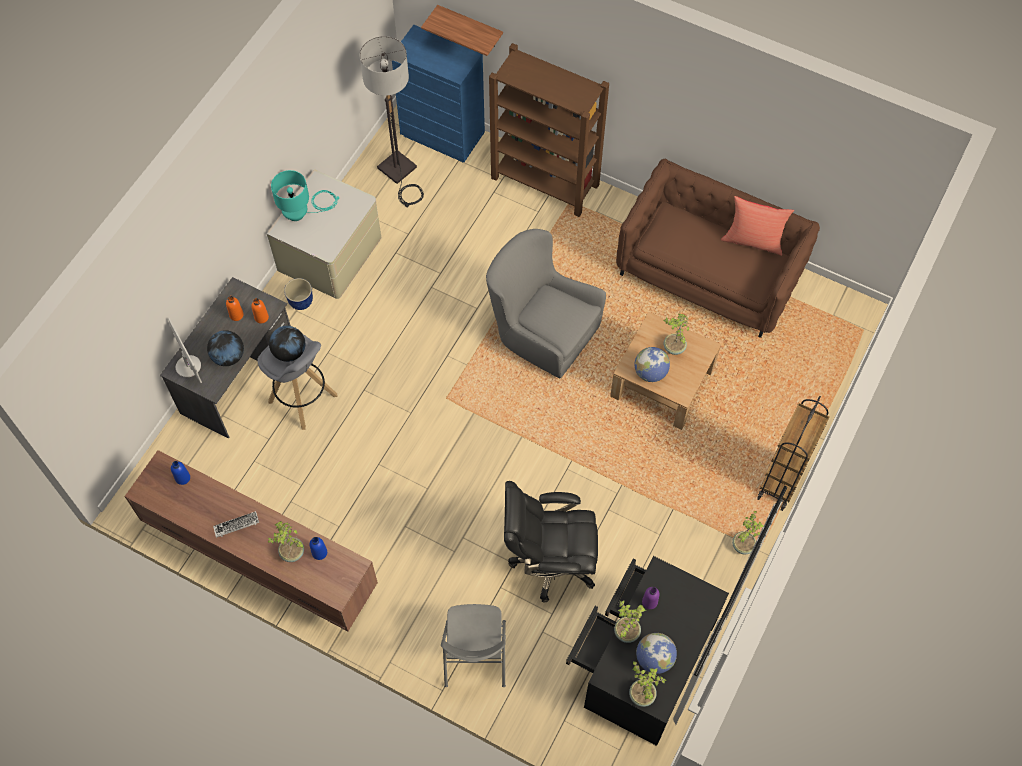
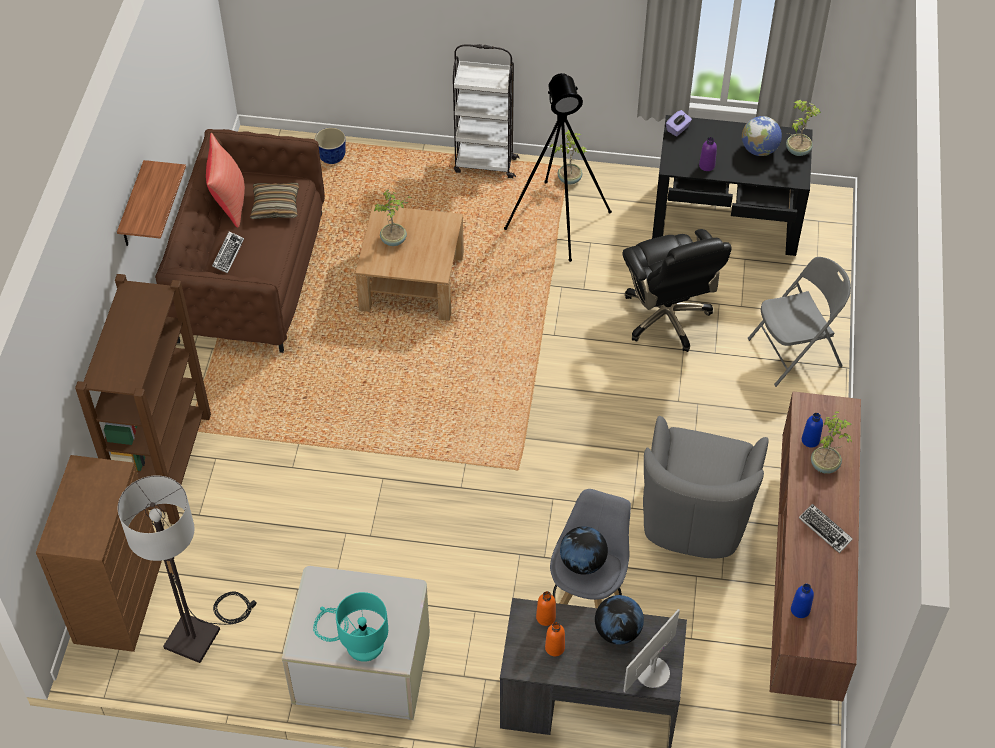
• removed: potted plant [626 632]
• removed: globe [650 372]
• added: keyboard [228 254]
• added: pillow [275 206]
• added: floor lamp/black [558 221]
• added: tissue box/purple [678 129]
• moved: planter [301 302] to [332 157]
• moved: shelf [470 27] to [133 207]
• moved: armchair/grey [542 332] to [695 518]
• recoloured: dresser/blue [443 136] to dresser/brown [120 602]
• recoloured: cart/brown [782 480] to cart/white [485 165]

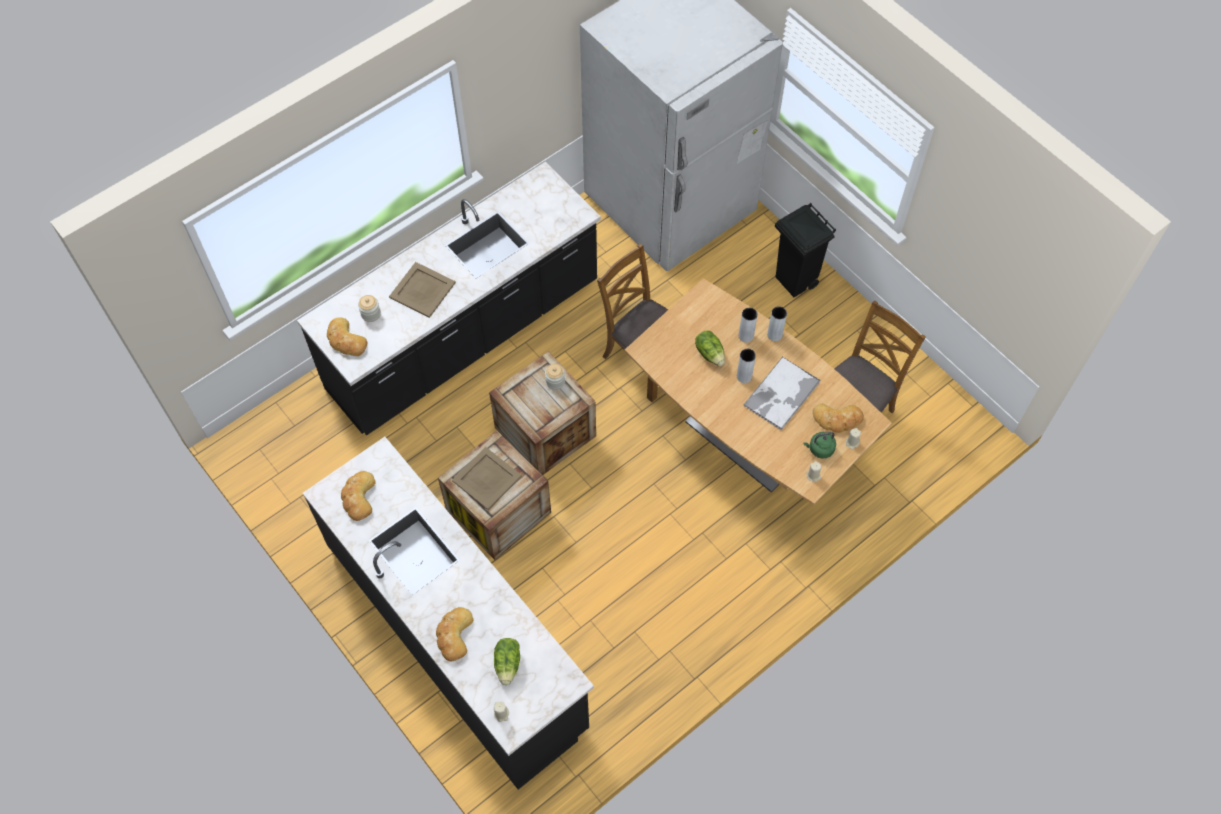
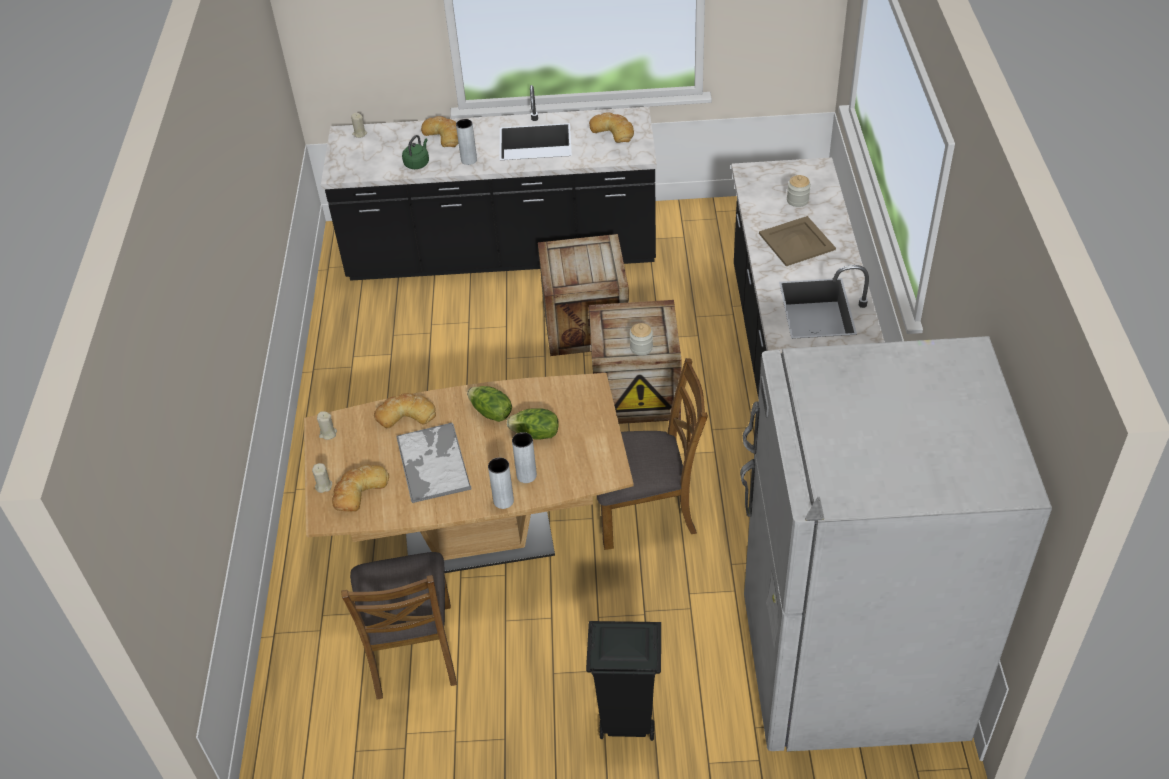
• removed: tray/beige [486 478]
• moved: bread [346 340] to [405 414]
• moved: lettuce [508 663] to [491 413]
• moved: vase/grey [744 376] to [469 160]
• moved: kettle/green [819 449] to [417 163]

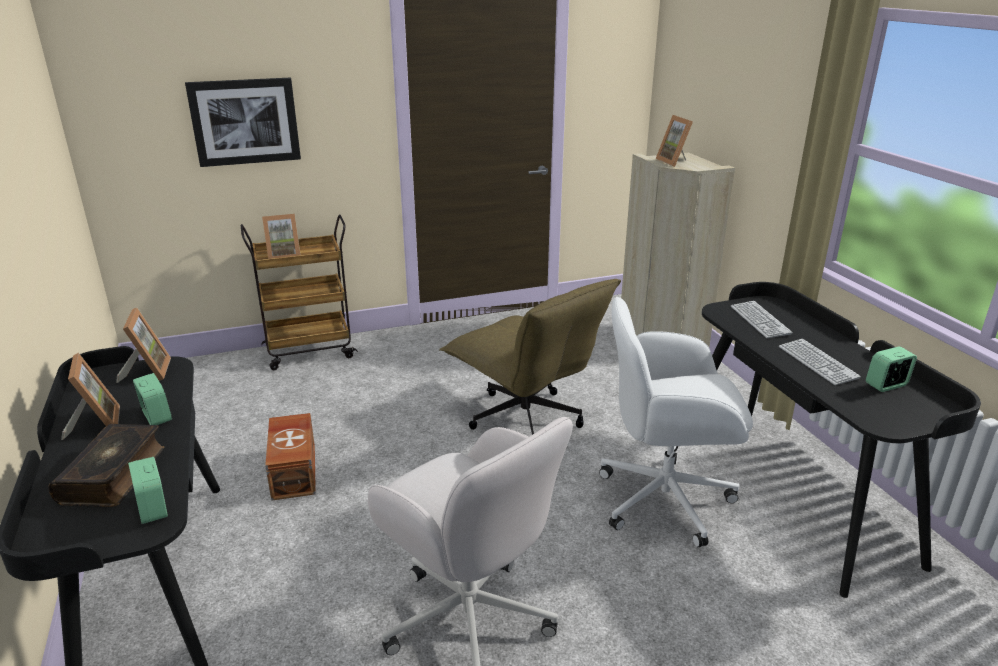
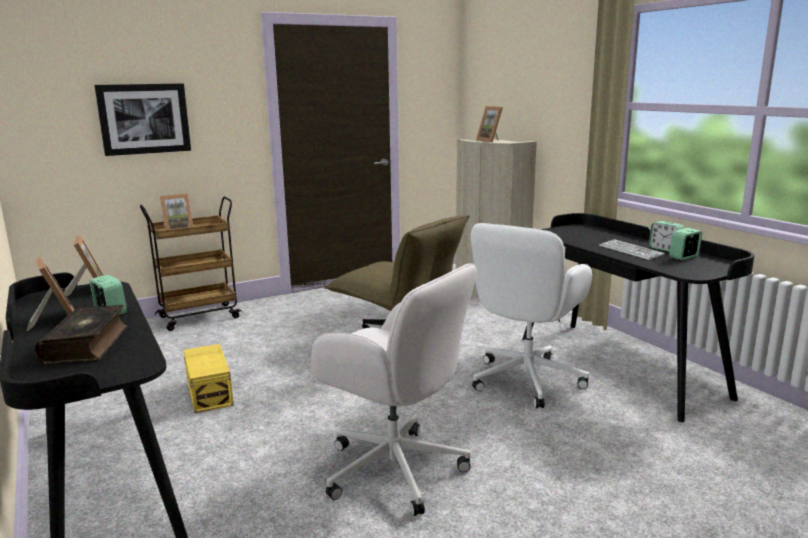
• removed: keyboard [759 320]
• moved: alarm clock [153 508] to [665 249]
• recoloured: storage box/brown [295 470] to storage box/yellow [210 392]
• turned: office chair/white [664 500] = [526 380] 45 degrees counterclockwise

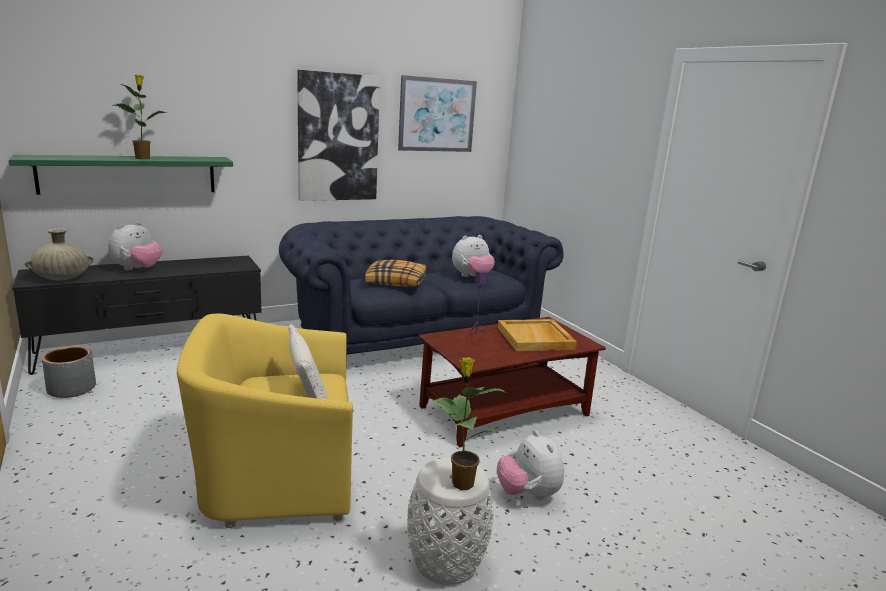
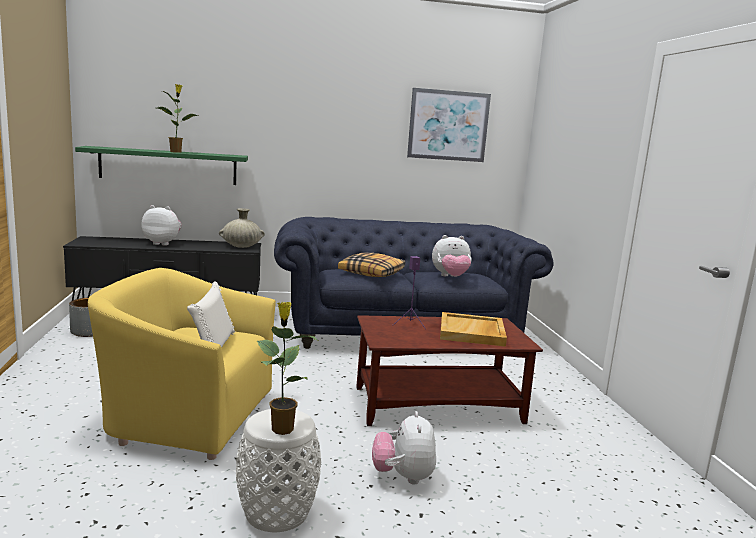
• removed: picture [338 138]
• moved: vase/beige [62 278] to [241 246]
• turned: plush toy [137 269] = [163 243] 135 degrees counterclockwise

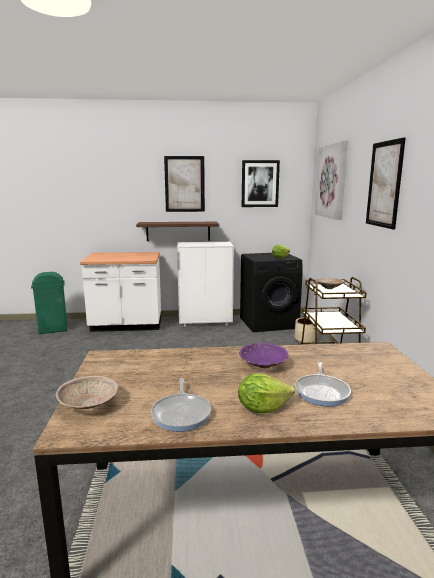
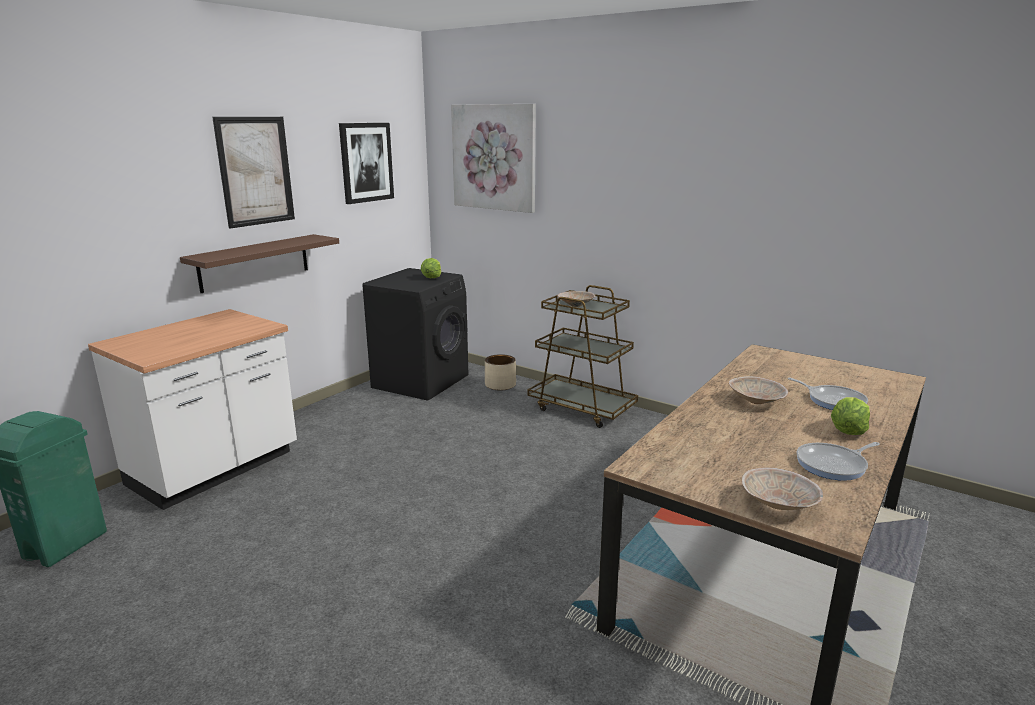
• removed: cabinet/white [206 322]
• removed: picture [384 184]
• recoloured: bowl/purple [263 366] to bowl/beige [757 402]
• turned: frying pan [182 413] = [834 465] 120 degrees clockwise

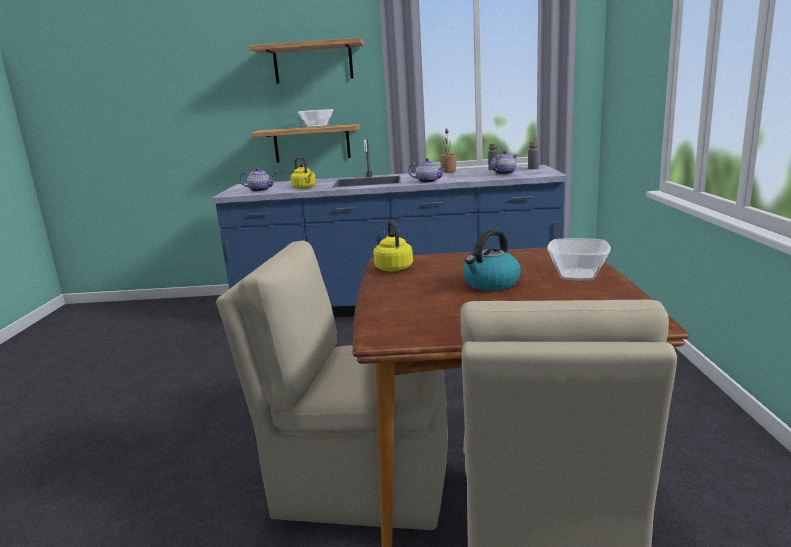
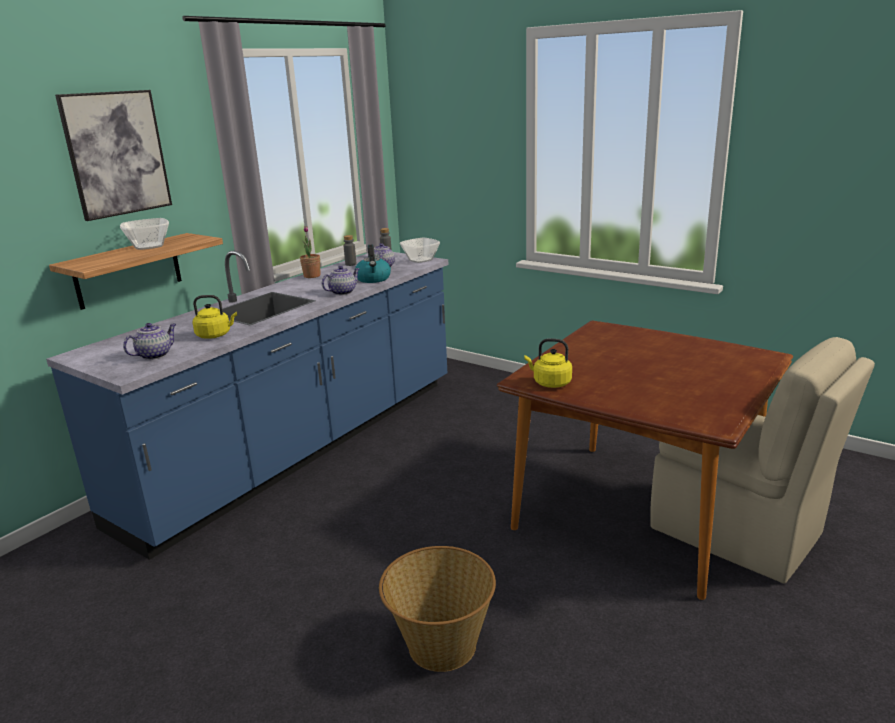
• removed: chair/beige [359 482]
• added: basket [440 645]
• moved: kettle [491 284] to [373 279]
• moved: bowl [576 275] to [420 260]
• replaced: shelf [313 63] to picture [116 154]

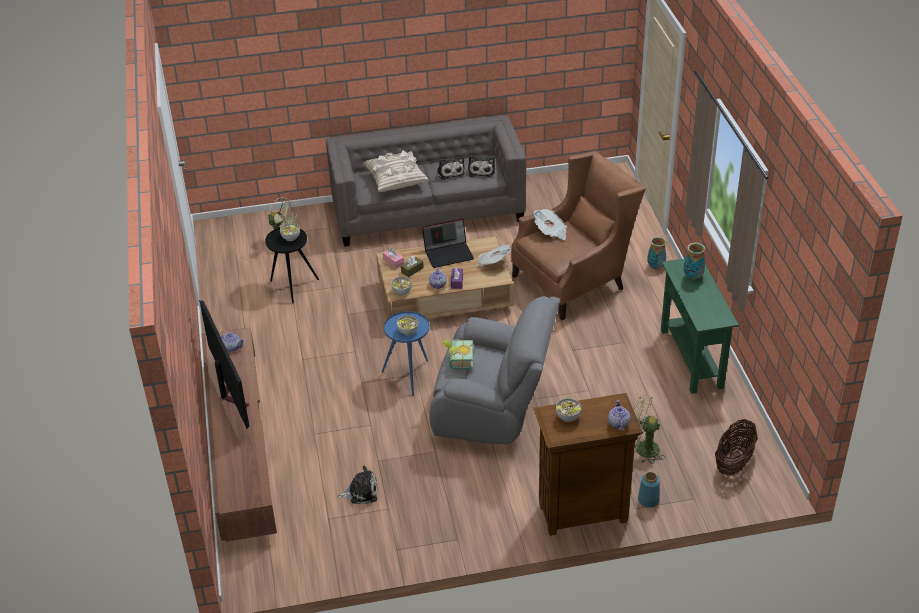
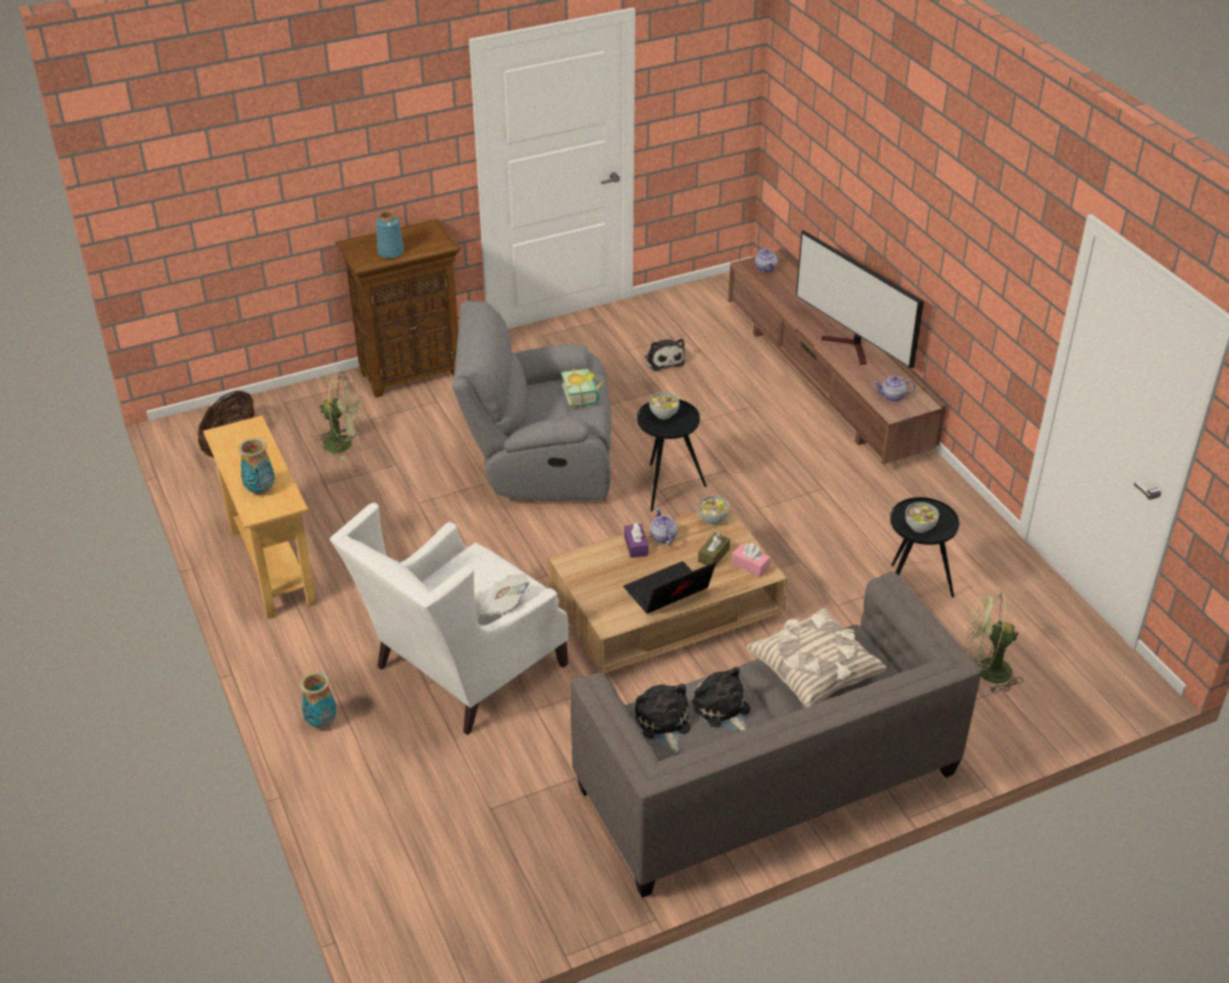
• removed: newspaper [493 262]
• removed: bowl [568 417]
• moved: teapot [618 423] to [766 268]
• moved: vase/blue [649 500] to [390 252]
• recoloured: side table/blue [410 375] to side table/black [666 488]
• recoloured: armchair/brown [574 280] to armchair/white [461 672]
• recoloured: console table/green [691 358] to console table/beige [272 566]
• turned: plush toy [361 492] = [663 360] 90 degrees counterclockwise

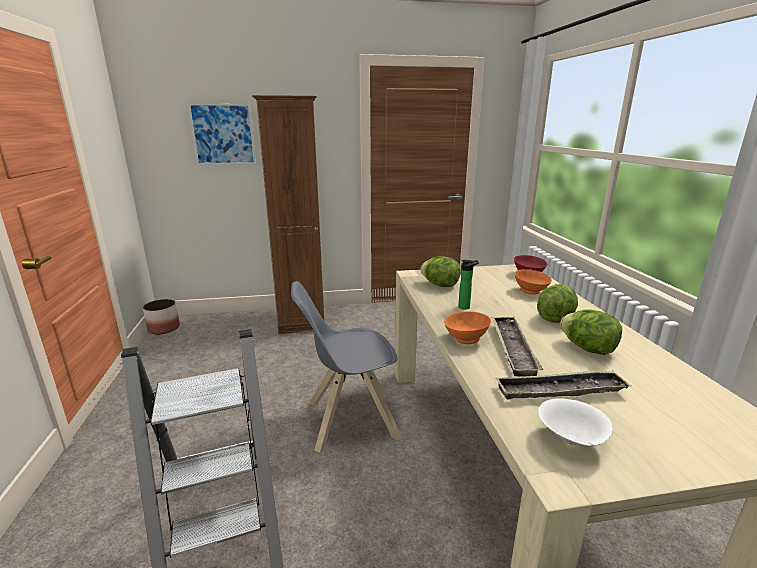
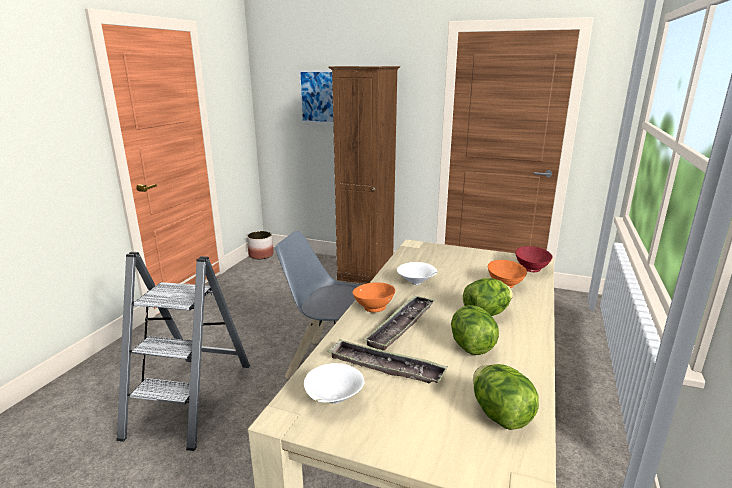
• moved: lettuce [440 285] to [500 415]
• replaced: bottle [466 307] to bowl/white [417 283]

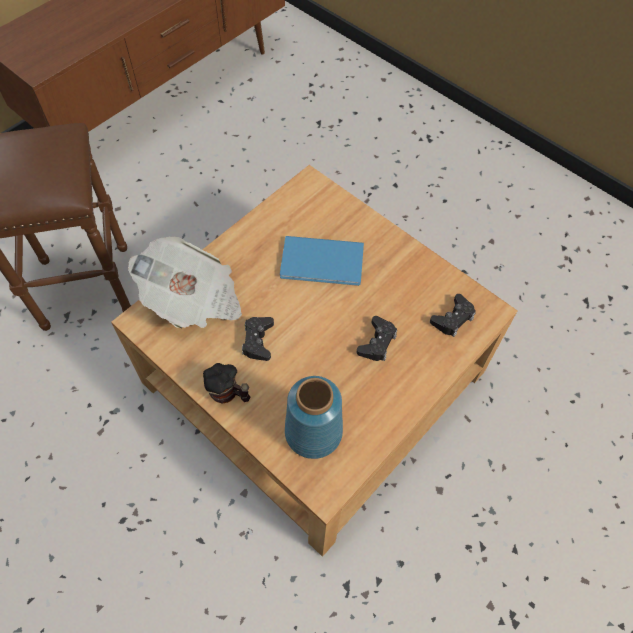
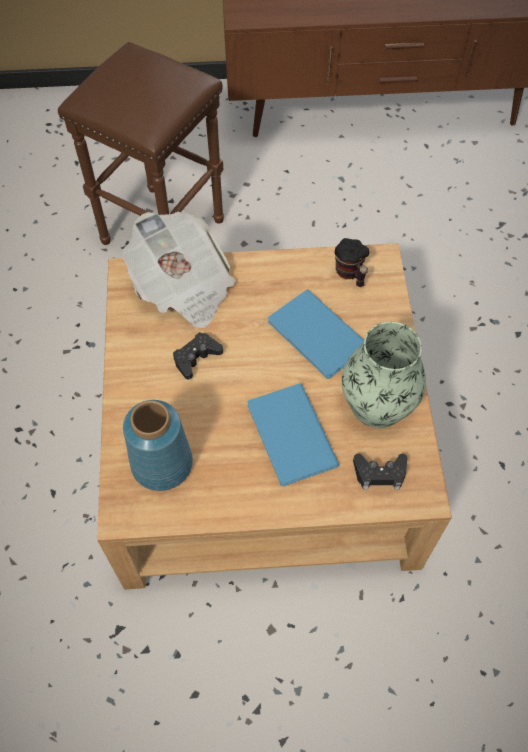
• added: vase [377 403]
• moved: mug [228 394] to [350 274]
• replaced: game controller/black [377 342] to book/blue [290 438]

